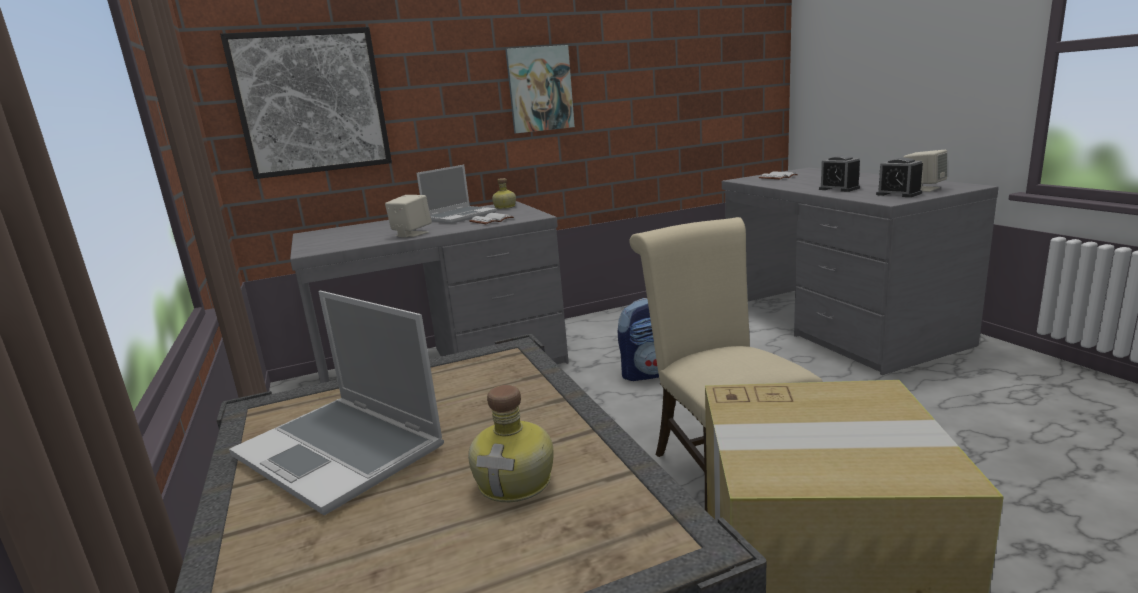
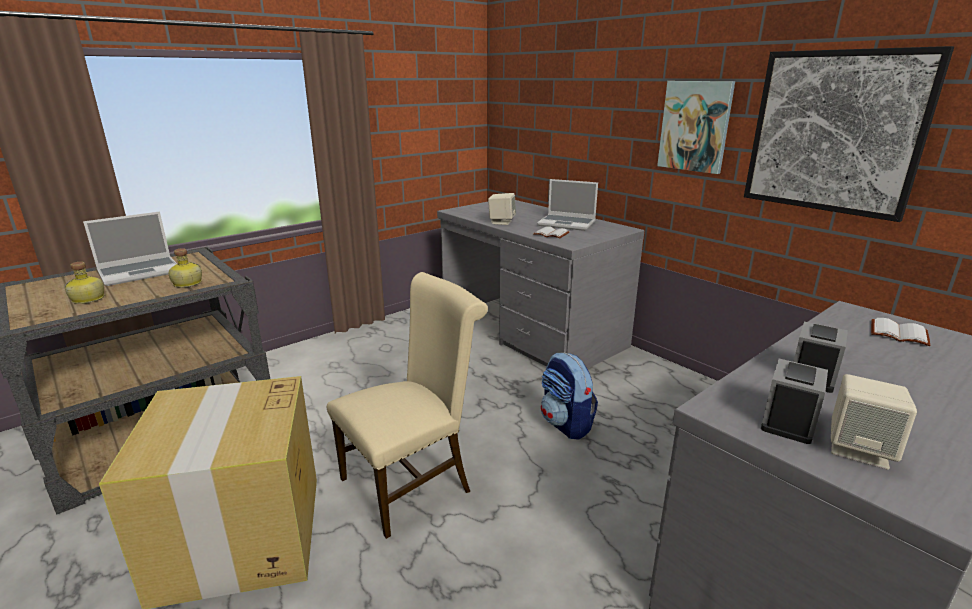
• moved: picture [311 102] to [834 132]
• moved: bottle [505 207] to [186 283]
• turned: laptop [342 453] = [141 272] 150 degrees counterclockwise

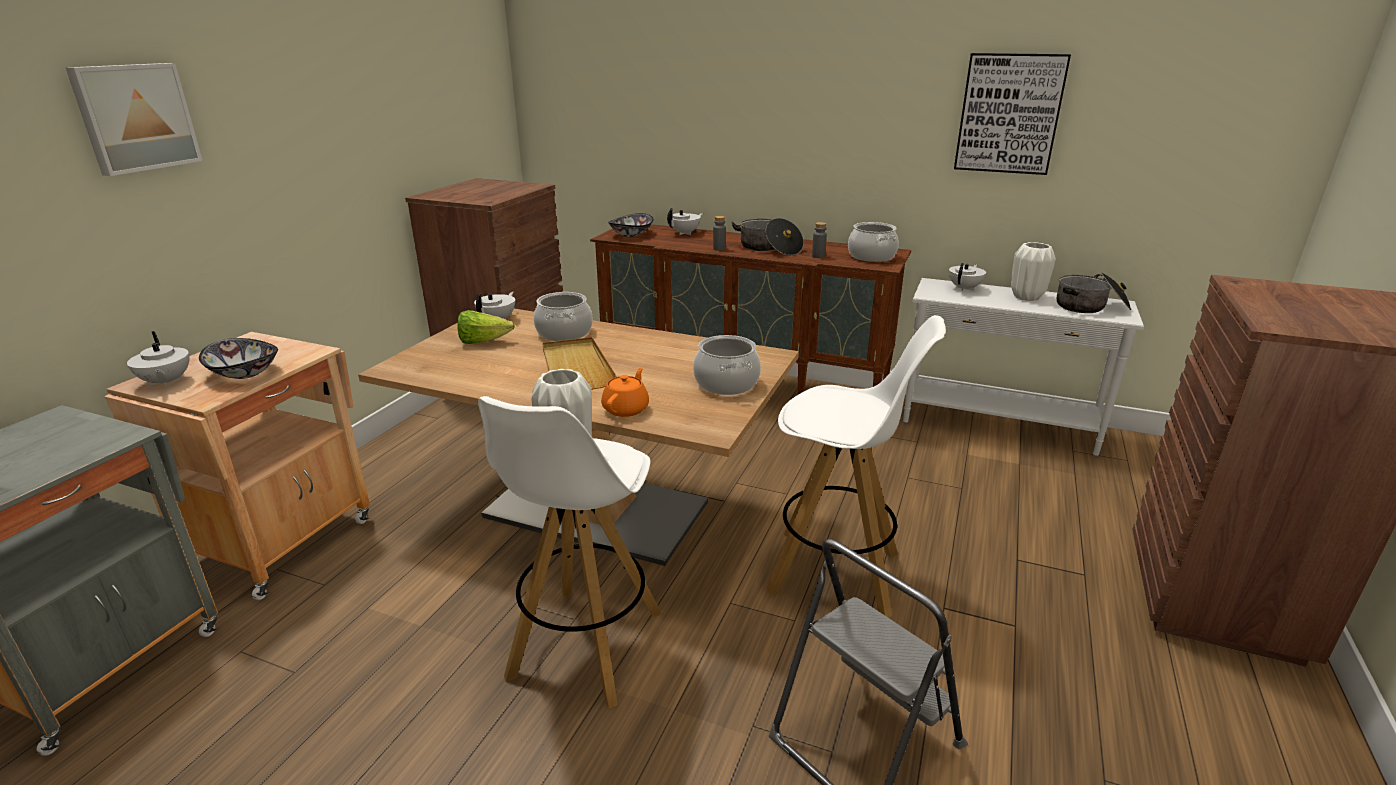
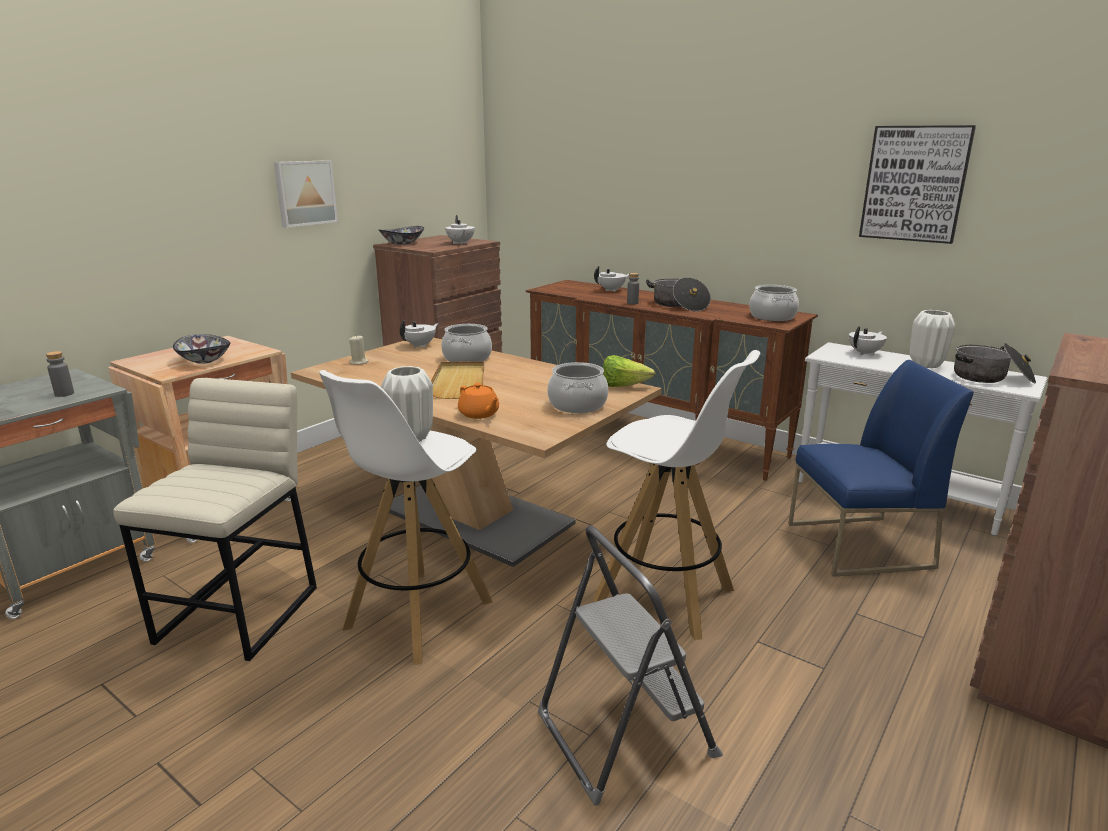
• added: chair/beige [241 612]
• added: candle/beige [359 362]
• added: chair/blue [858 546]
• moved: picture [135 117] to [304 193]
• moved: teapot/white [166 382] to [460 243]
• moved: lettuce [483 342] to [623 386]
• moved: bowl [630 234] to [402 243]
• moved: bottle/grey [818 256] to [64 394]
• turned: teapot/orange [626 409] = [479 414] 105 degrees clockwise

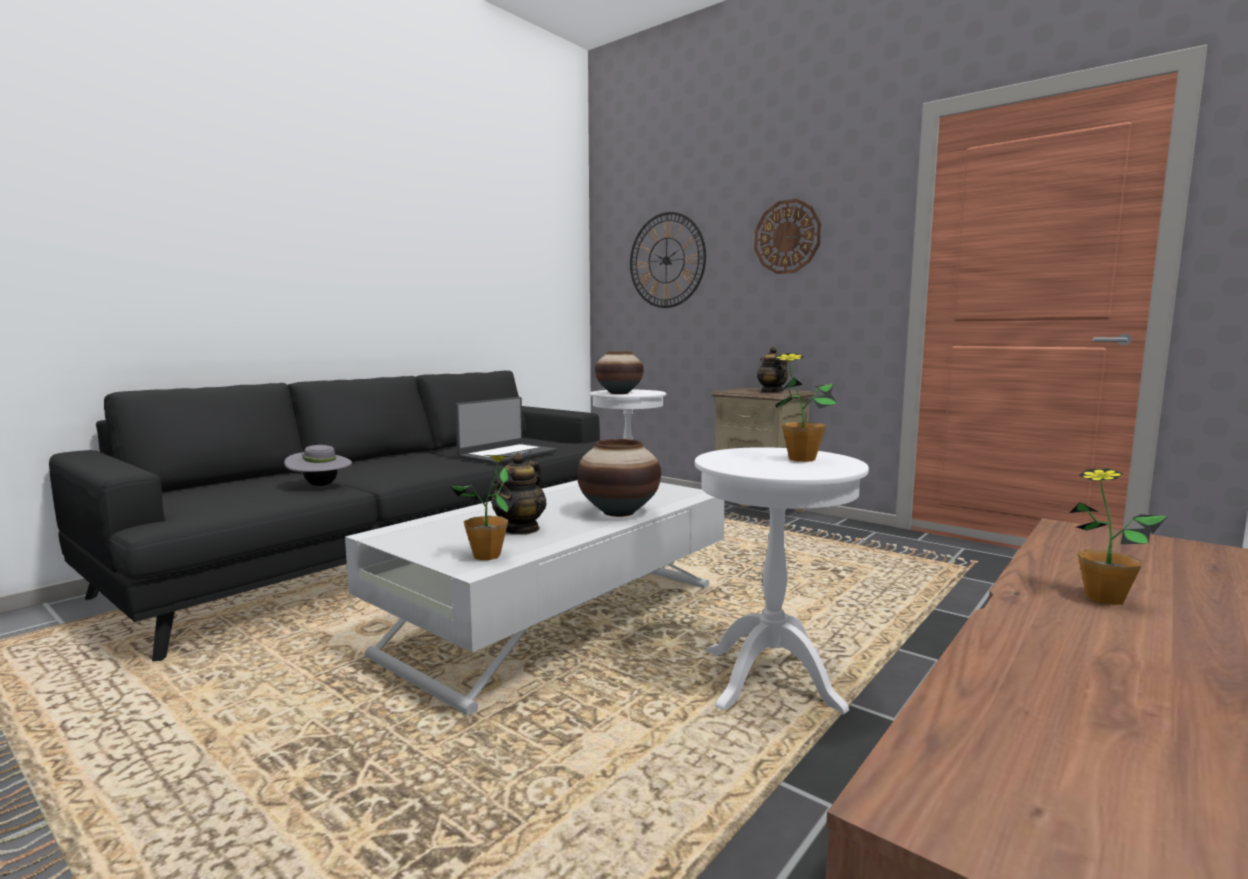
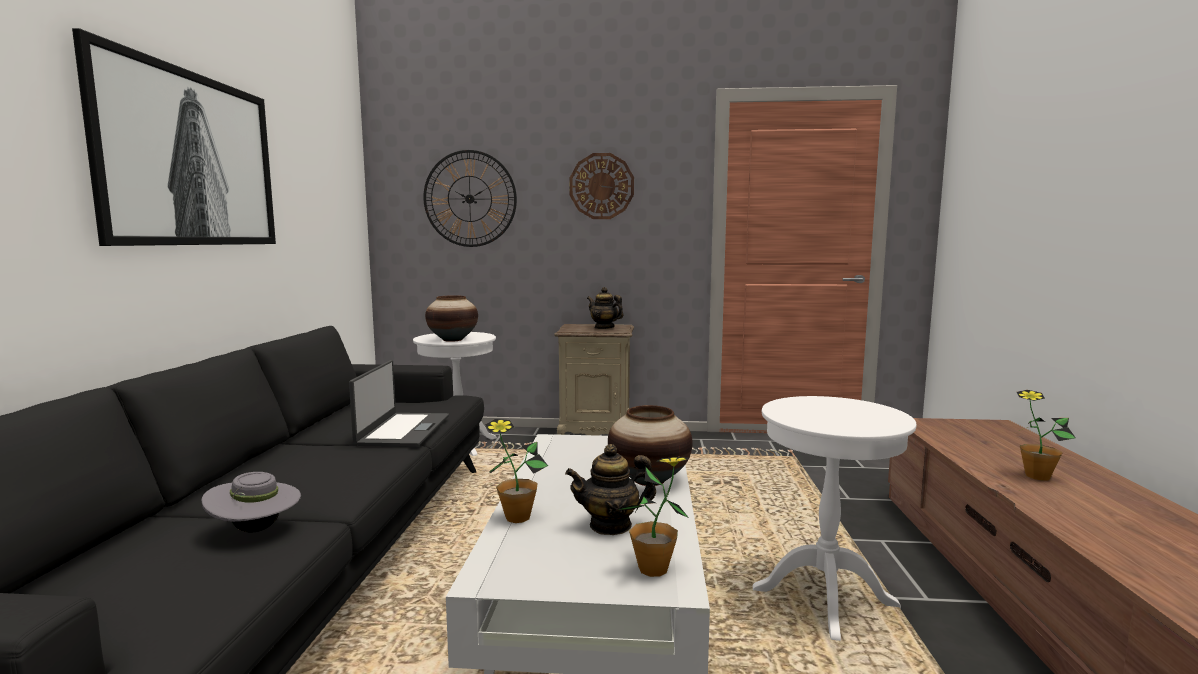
• added: picture [190 159]
• moved: potted plant [801 459] to [517 517]
• turned: teapot [520 529] = [611 525] 90 degrees clockwise

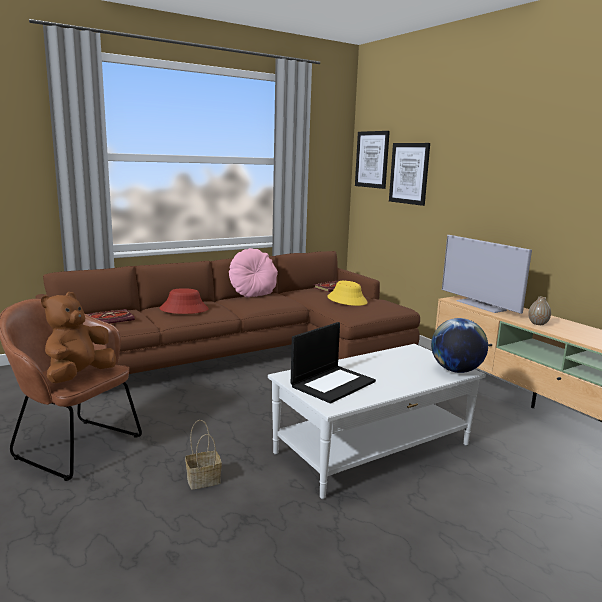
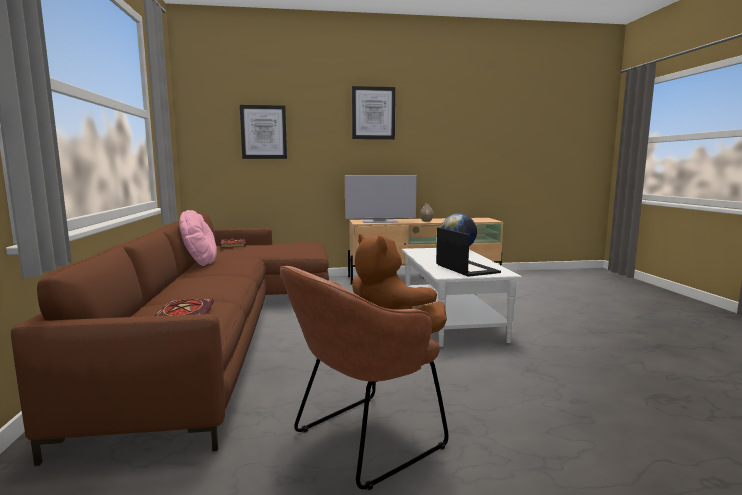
• removed: hat/red [184 309]
• removed: basket [202 480]
• removed: hat/yellow [347 300]
• moved: picture [372 159] to [373 113]

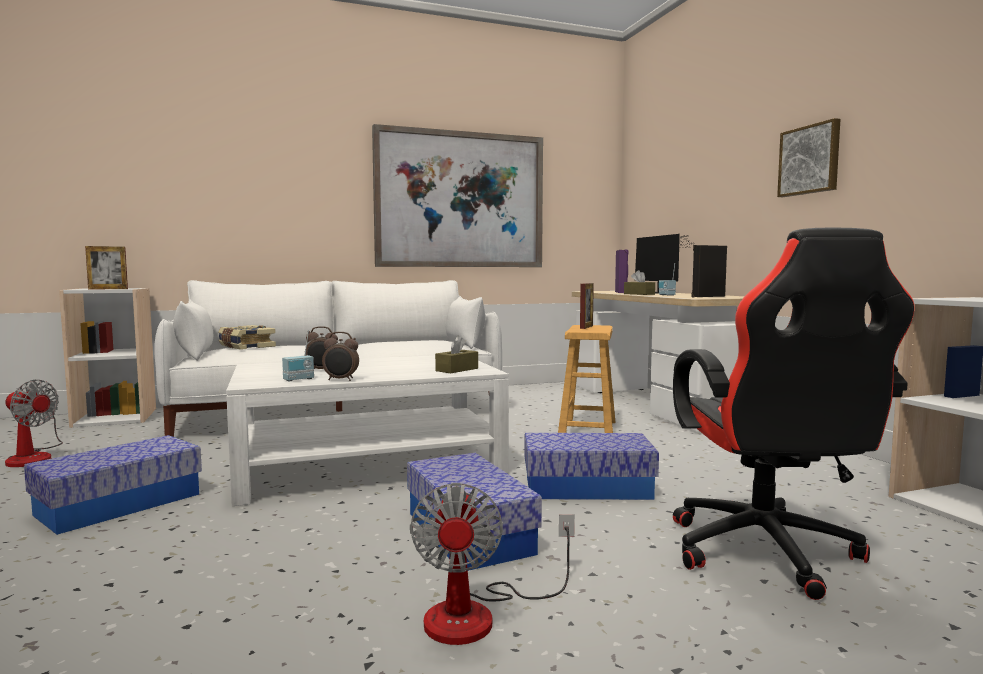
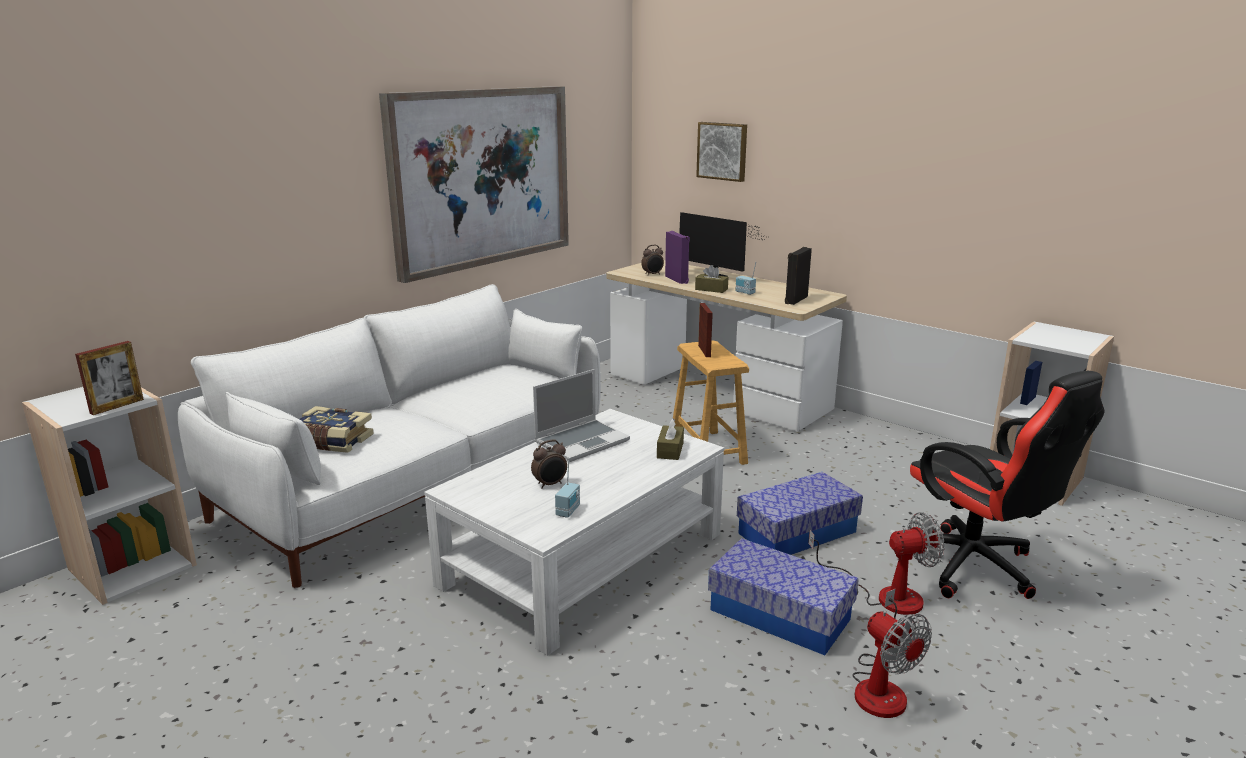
• removed: storage box [119 504]
• added: laptop [582 441]
• moved: fan [33 457] to [884 595]
• moved: alarm clock [341 380] to [652 274]
• moved: picture [810 160] to [723 151]

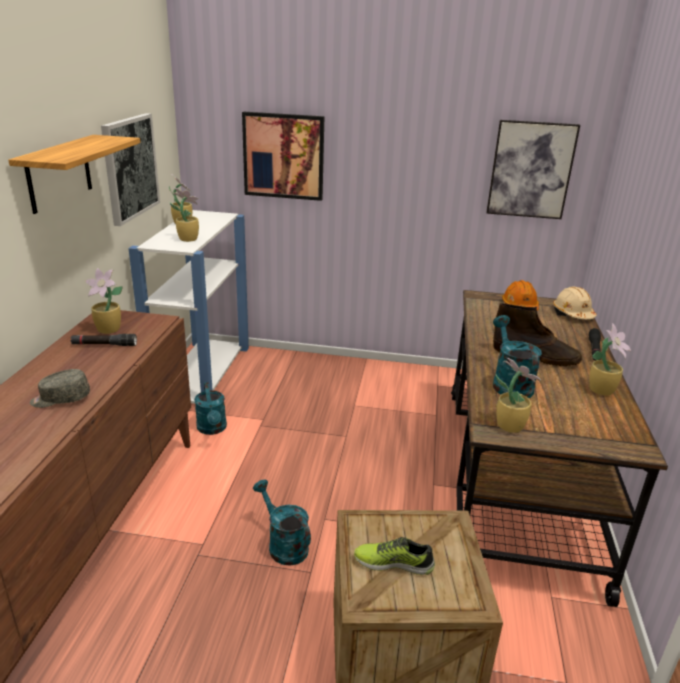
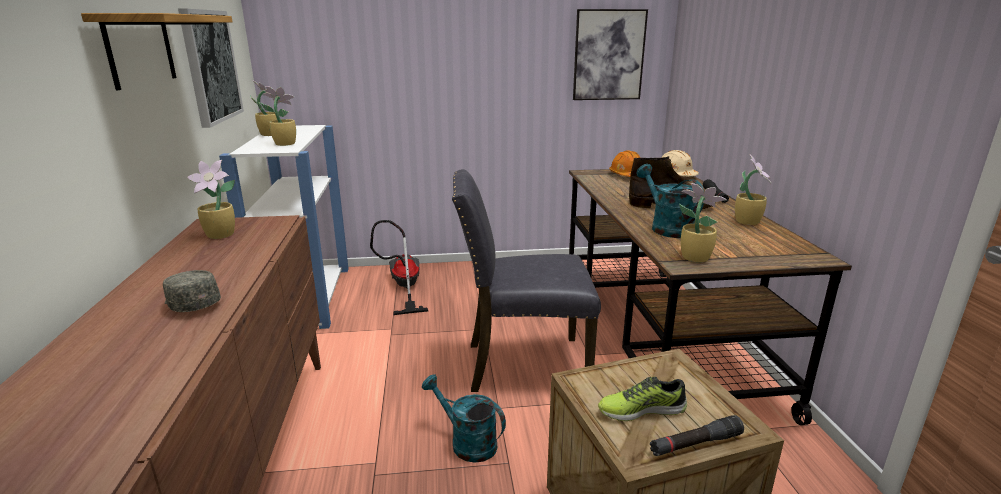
• removed: watering can/turquoise [212 429]
• removed: picture [283 156]
• added: vacuum cleaner [403 288]
• added: chair/grey [522 365]
• moved: flashlight/black [104 345] to [695 444]
• turned: cap/grey [60 399] = [191 303] 75 degrees clockwise

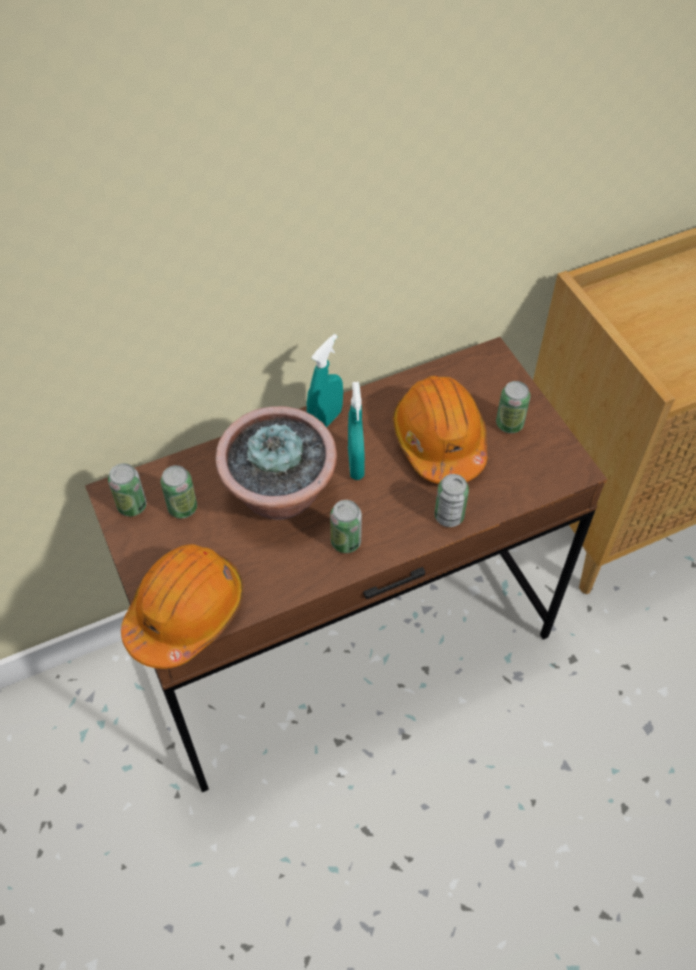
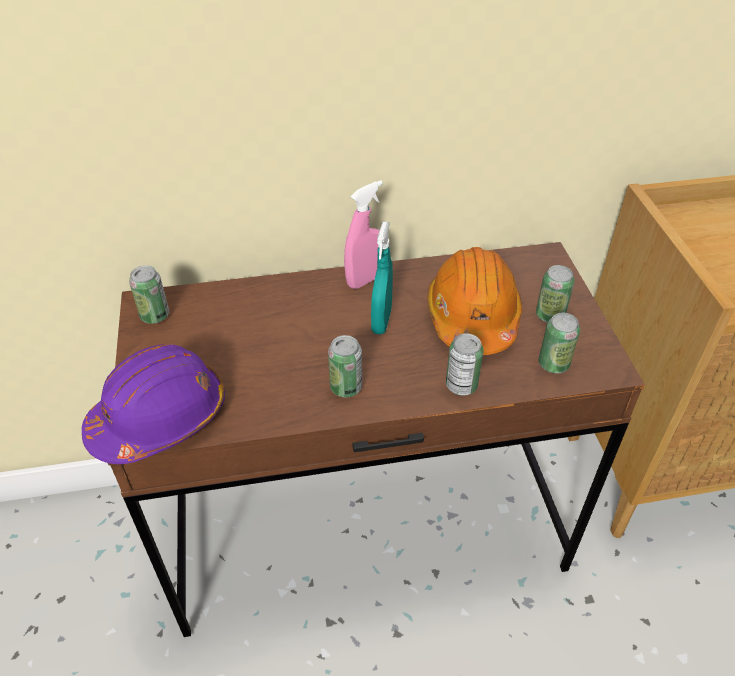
• removed: potted plant [280 496]
• moved: can [182 508] to [553 364]
• recoloured: hard hat/orange [185 613] to hard hat/purple [160 418]
• recoloured: spray bottle/turquoise [325 420] to spray bottle/pink [365 280]

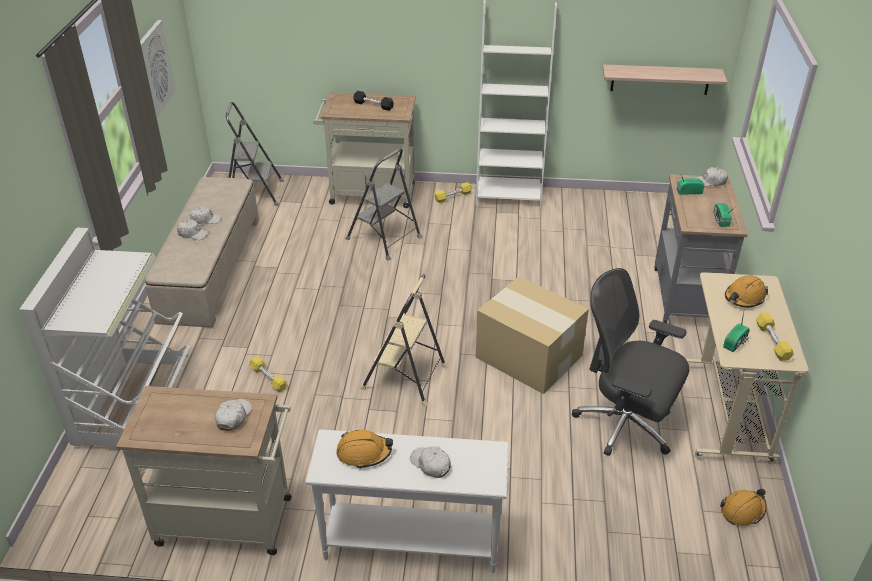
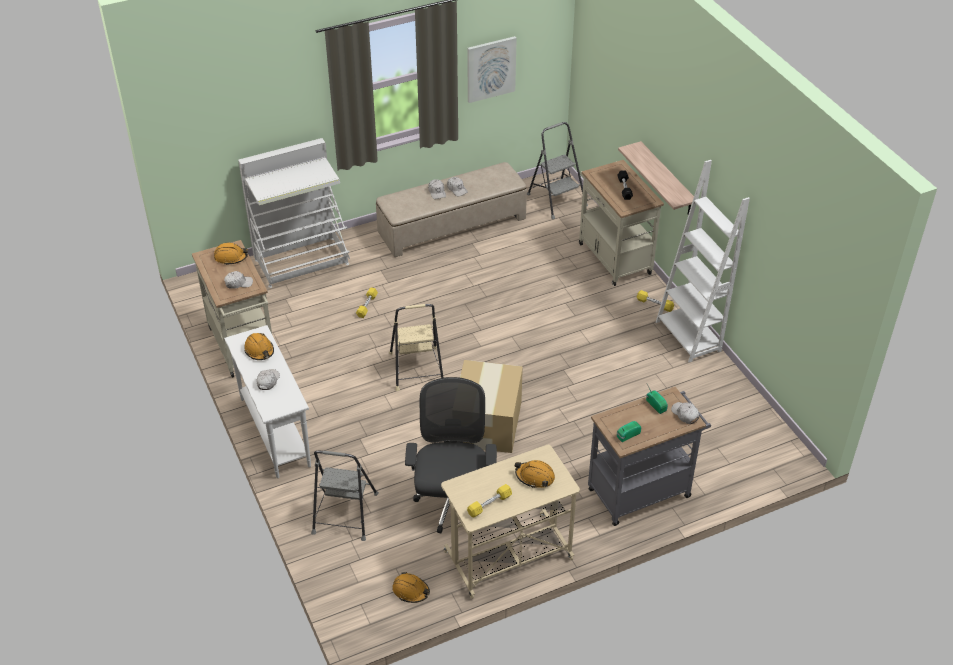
• removed: radio [736 342]
• added: hard hat/orange [231 257]
• moved: step ladder/grey [385 238] to [344 514]
• moved: shelf [660 79] to [667 180]

